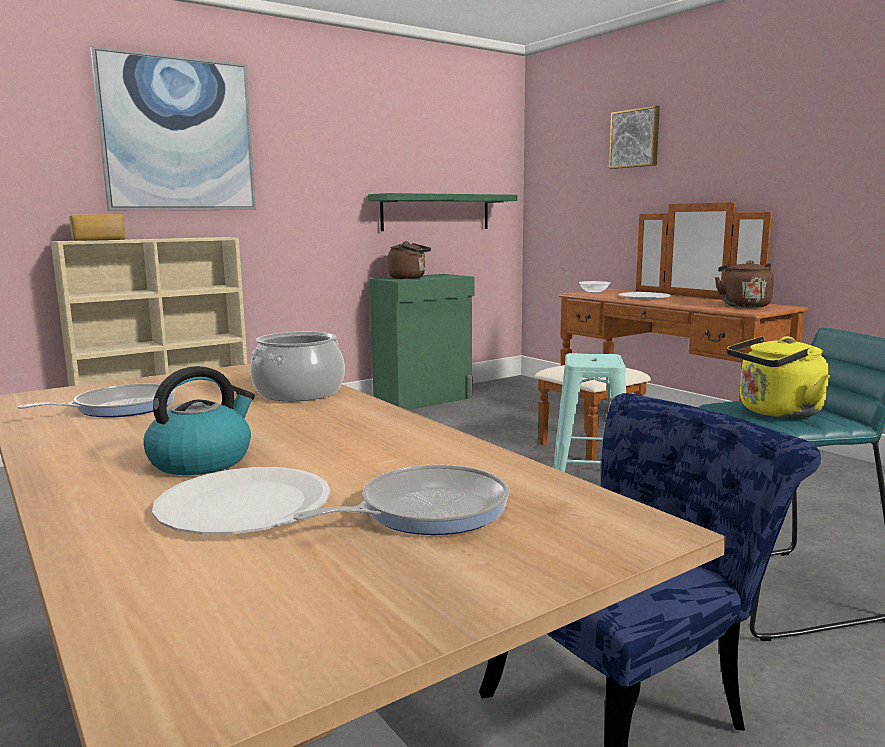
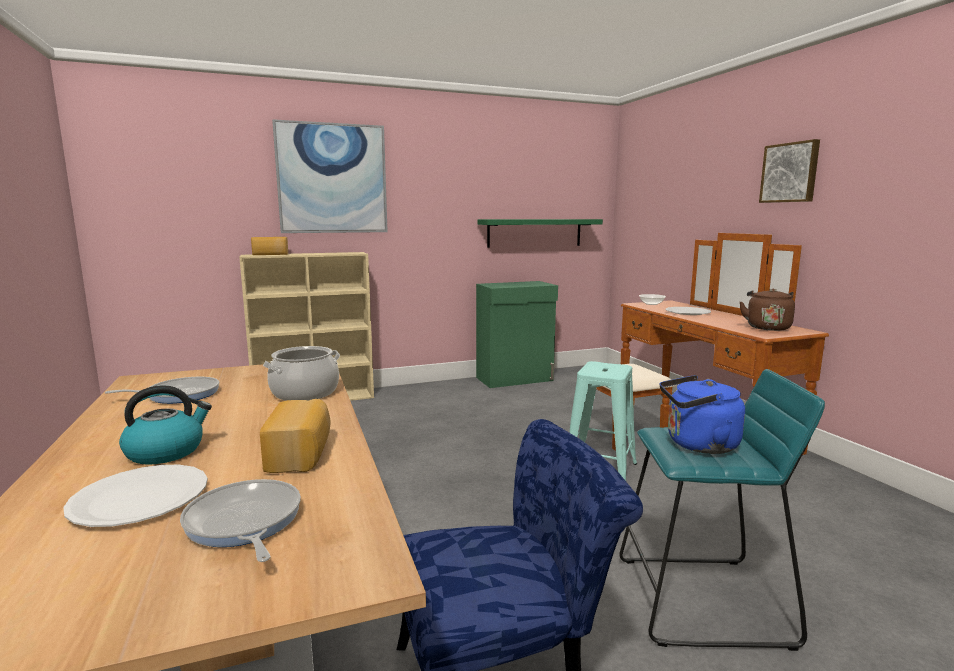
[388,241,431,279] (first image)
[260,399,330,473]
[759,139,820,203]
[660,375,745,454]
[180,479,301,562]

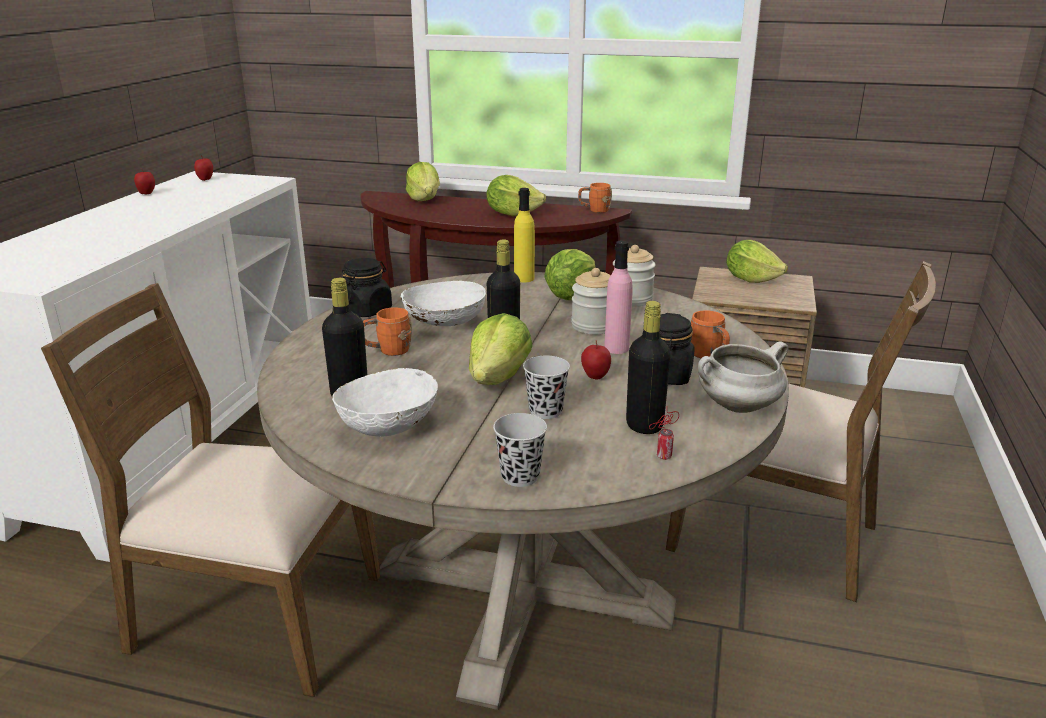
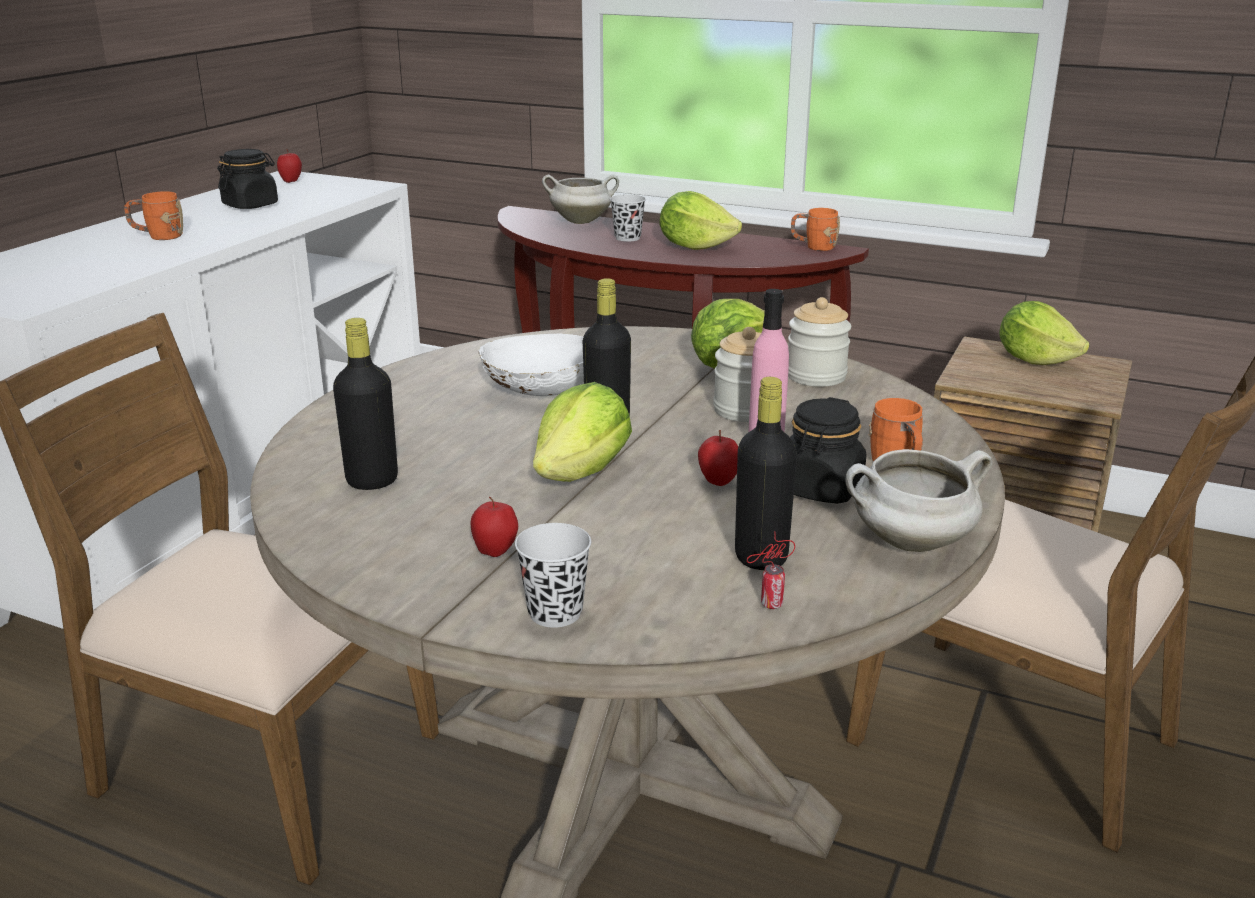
[332,368,438,437] (first image)
[514,188,535,282] (first image)
[471,497,518,557]
[217,149,278,209]
[124,191,183,240]
[610,194,646,242]
[542,175,619,224]

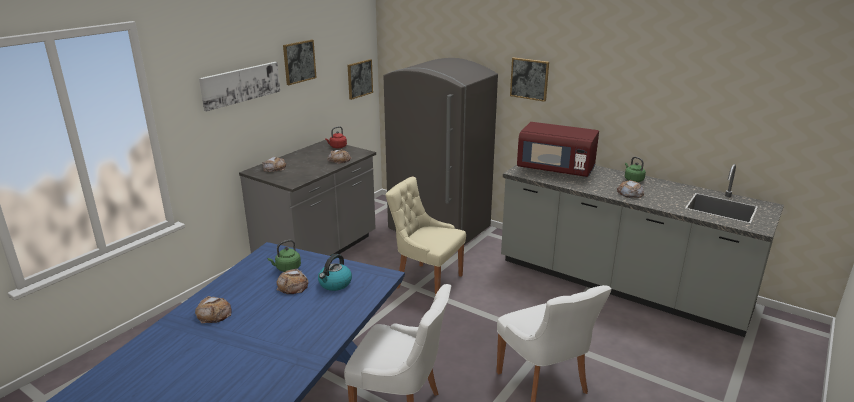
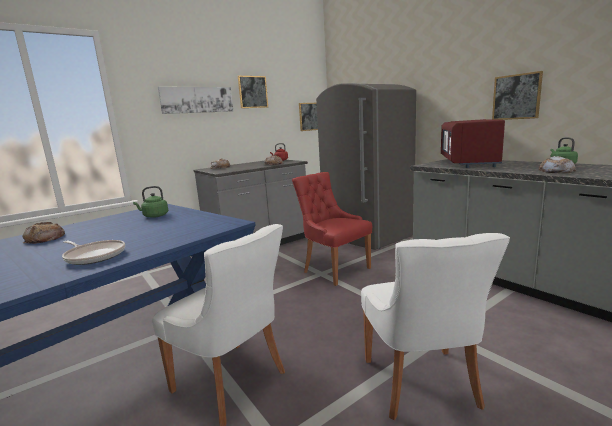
[277,269,308,294] (first image)
[318,254,352,291] (first image)
[62,240,125,265]
[492,71,543,120]
[292,172,372,286]
[441,119,505,168]

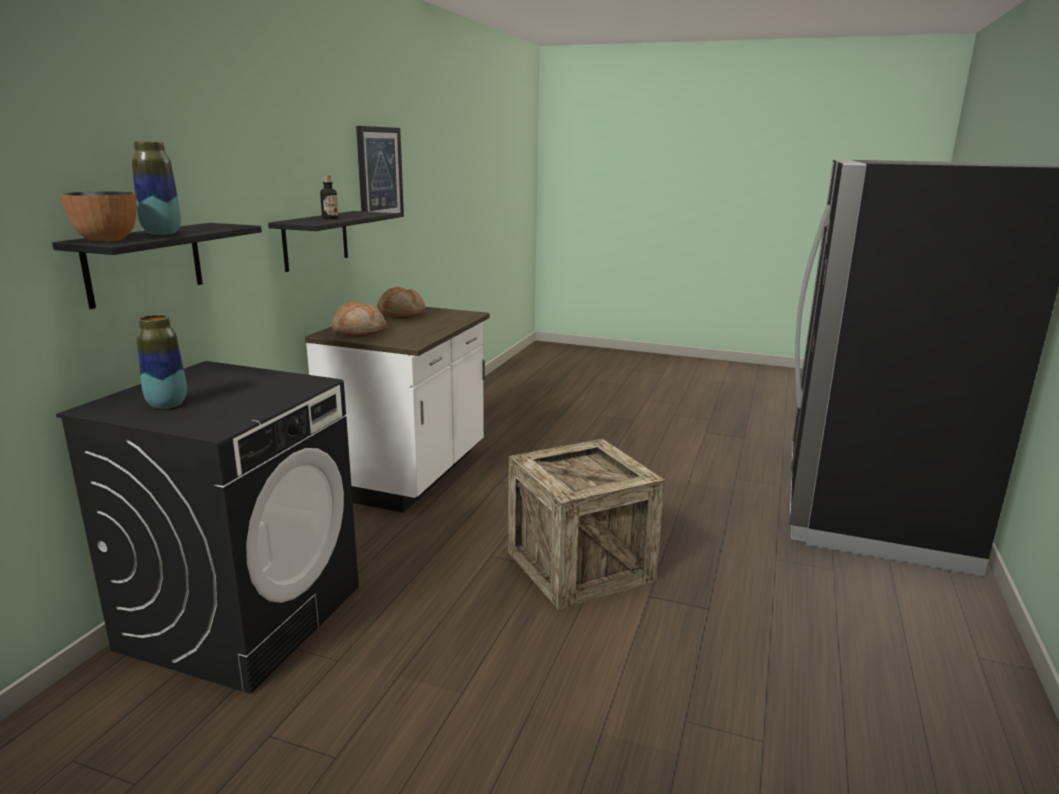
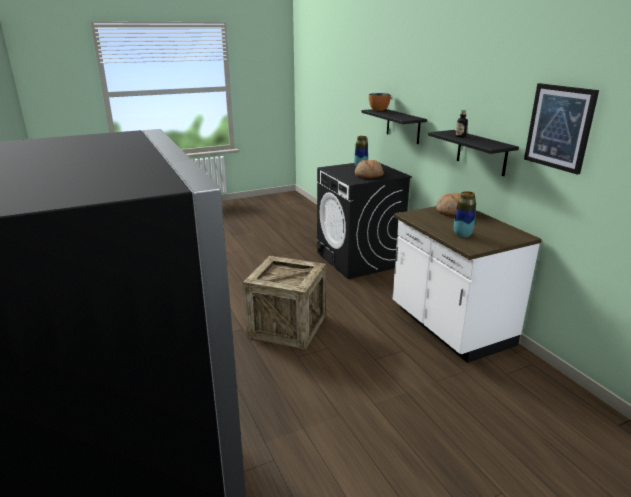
[454,191,476,237]
[355,160,384,178]

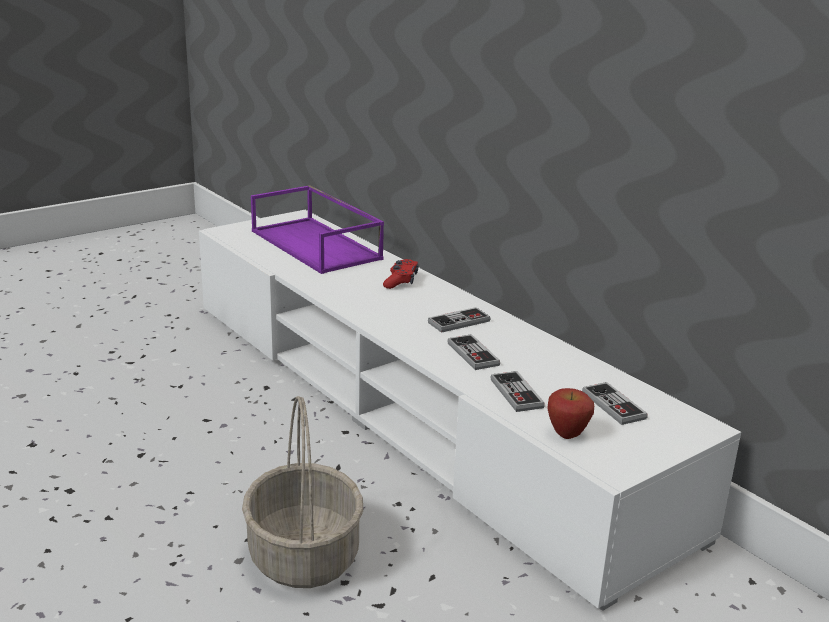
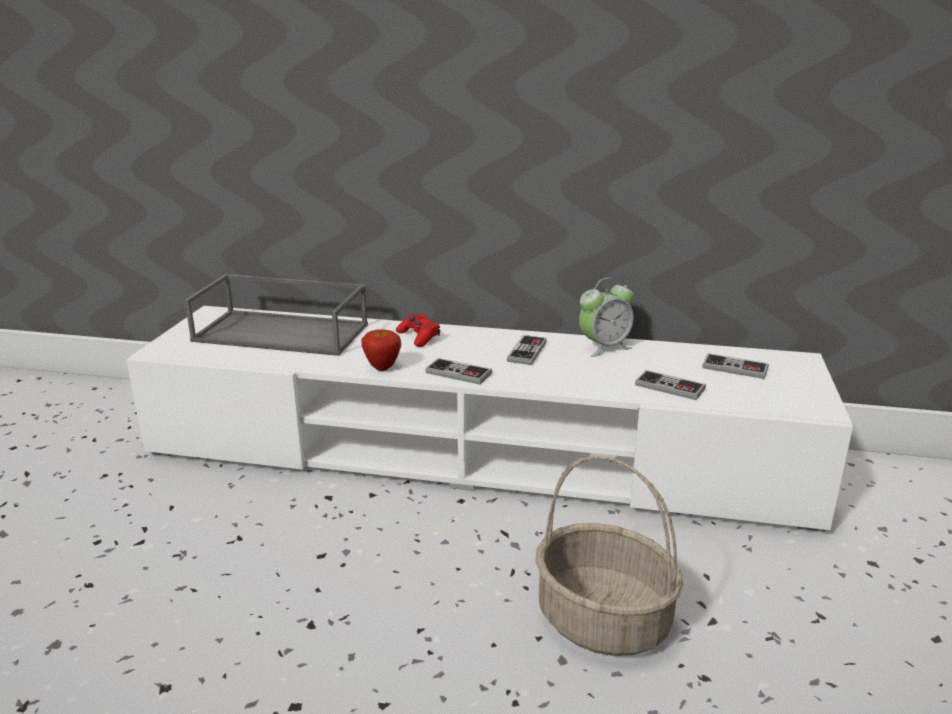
[579,278,634,357]
[425,358,492,385]
[362,329,401,371]
[185,274,368,356]

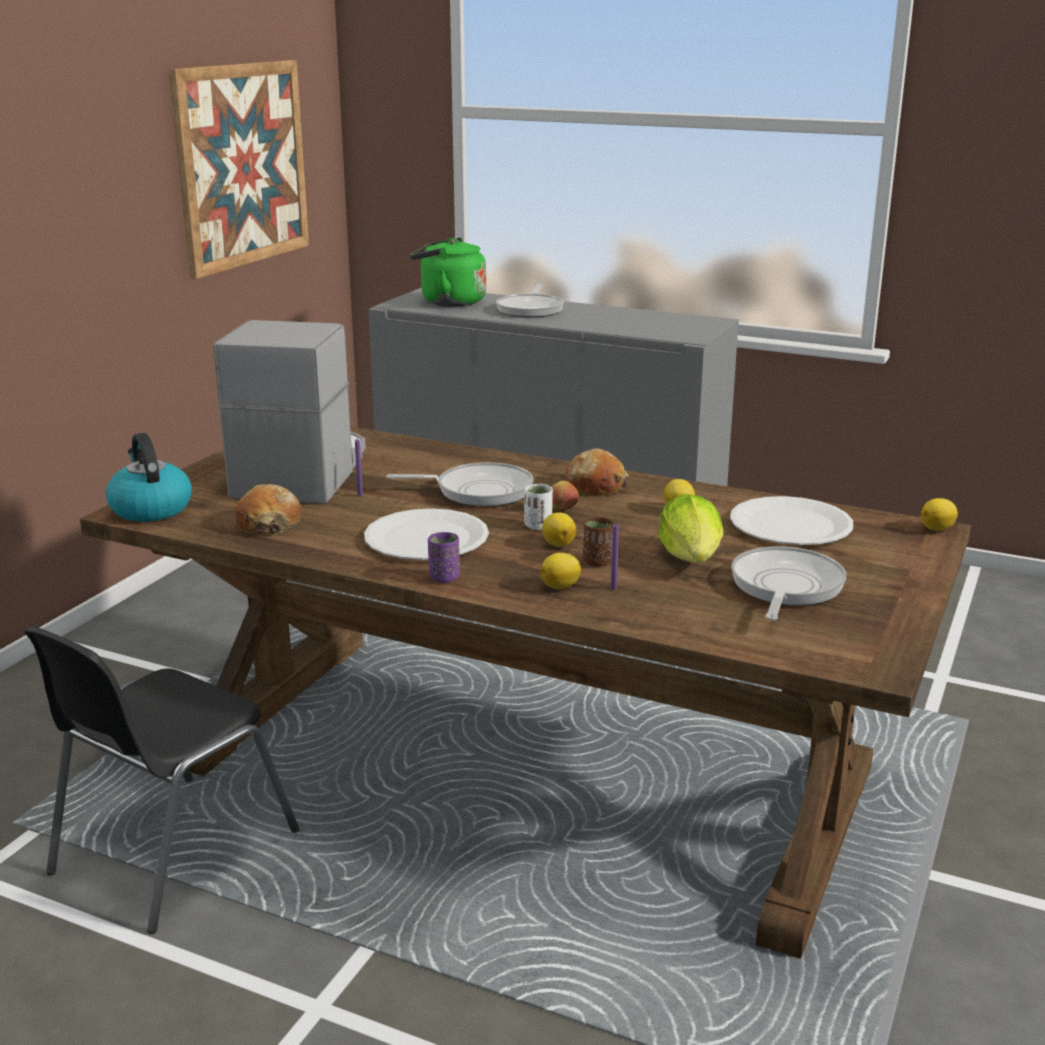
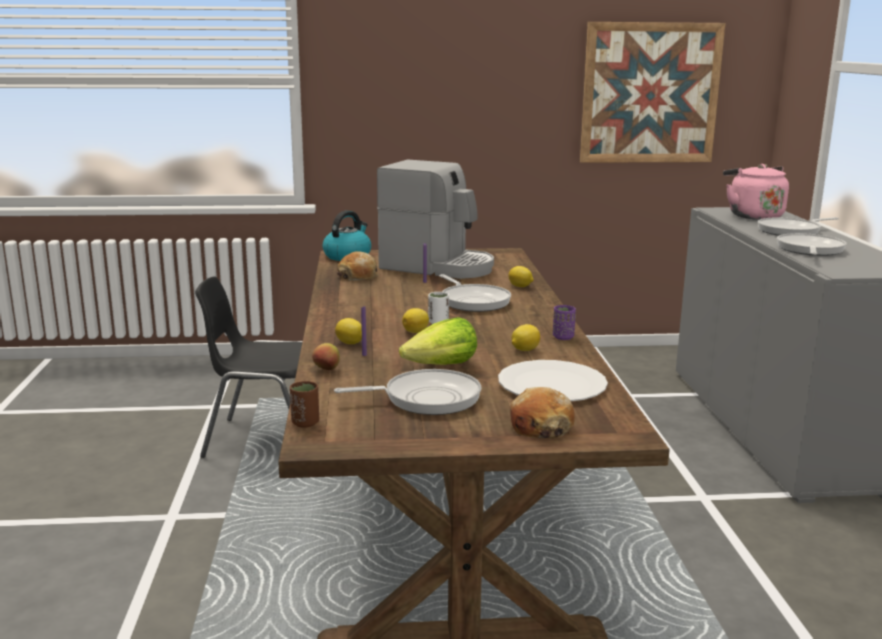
[364,508,489,560] (first image)
[777,233,846,256]
[553,305,576,340]
[312,343,340,370]
[510,387,575,438]
[290,381,319,428]
[508,266,534,287]
[723,164,789,220]
[377,160,494,279]

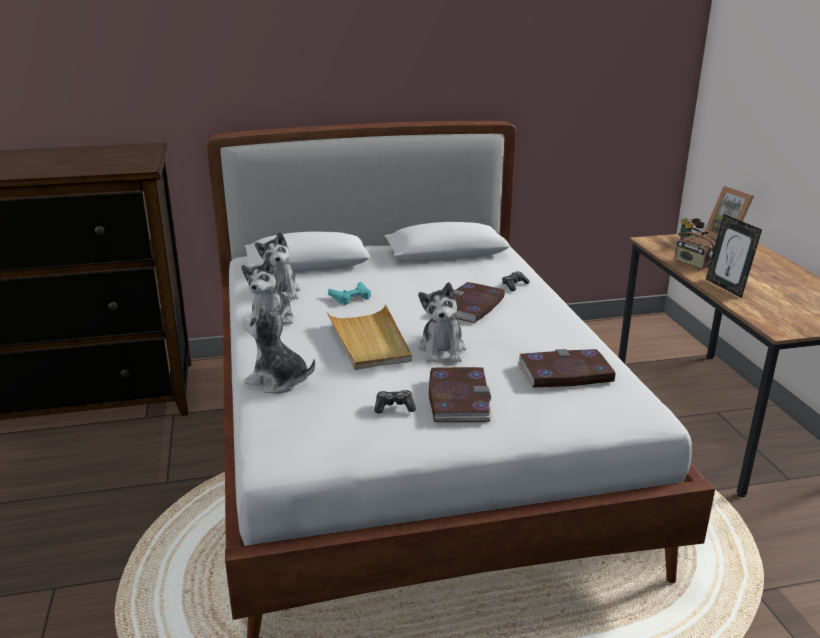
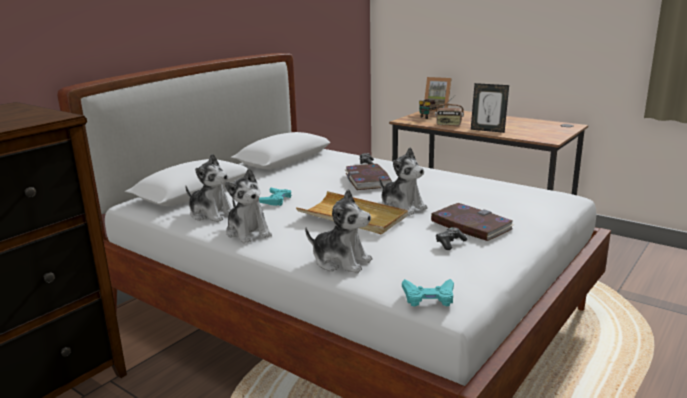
[517,349,616,388] (first image)
[402,279,454,307]
[305,189,372,273]

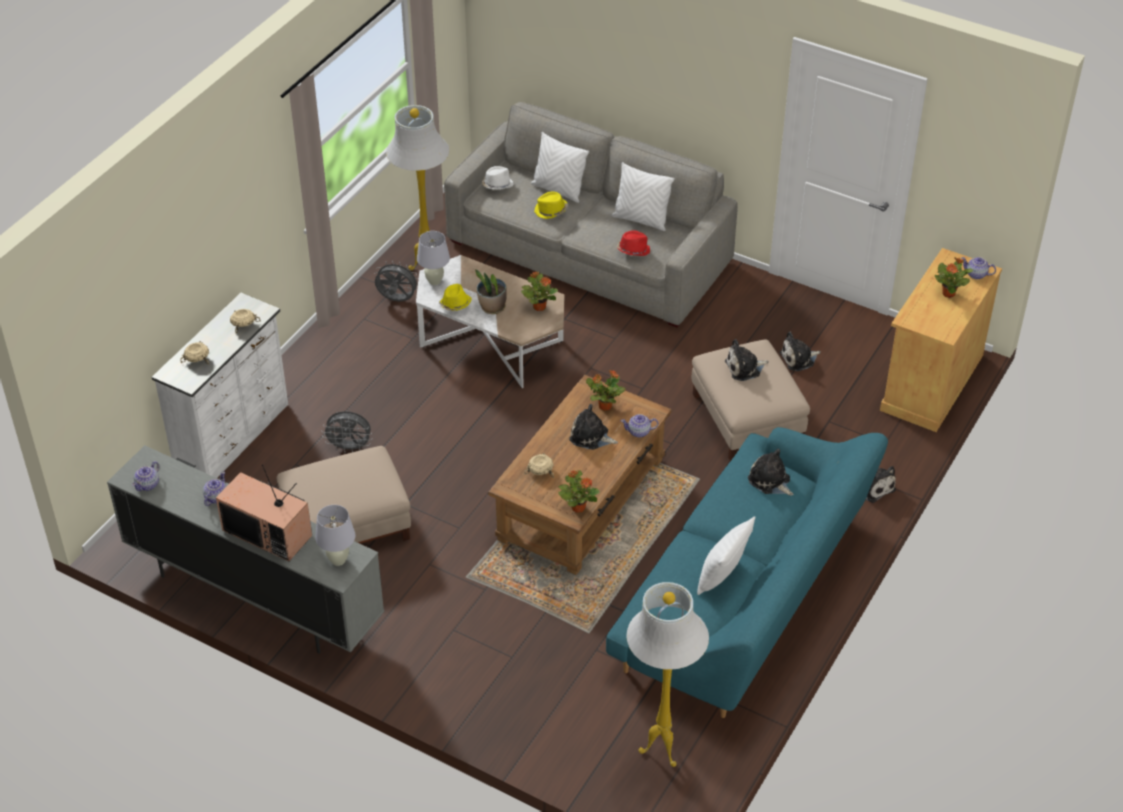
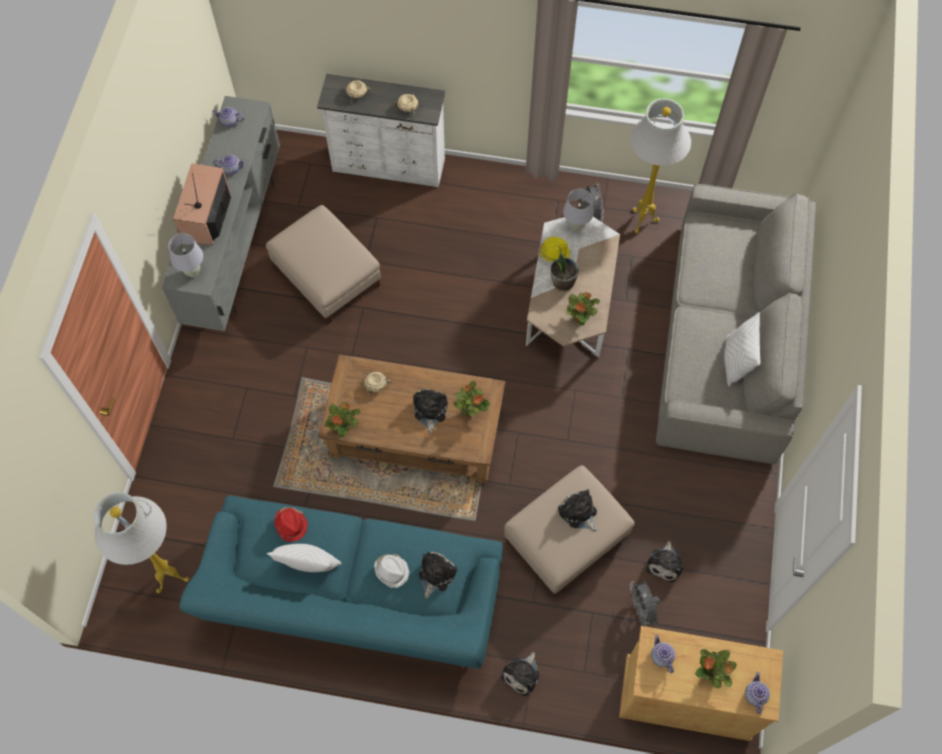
[531,132,589,203] (first image)
[534,191,568,219] (first image)
[630,581,660,626]
[374,554,409,588]
[274,507,308,542]
[651,634,675,673]
[646,541,683,583]

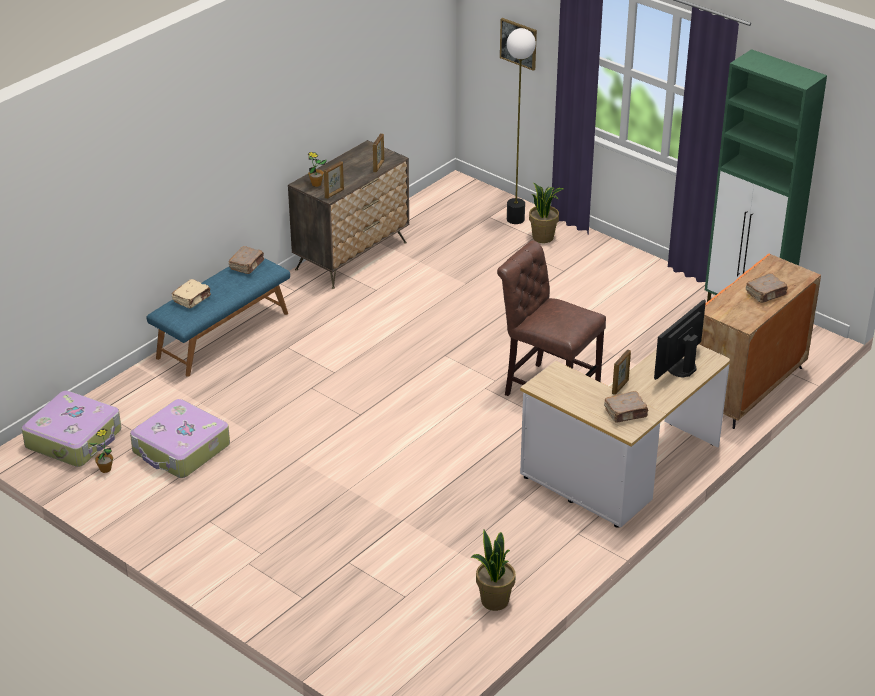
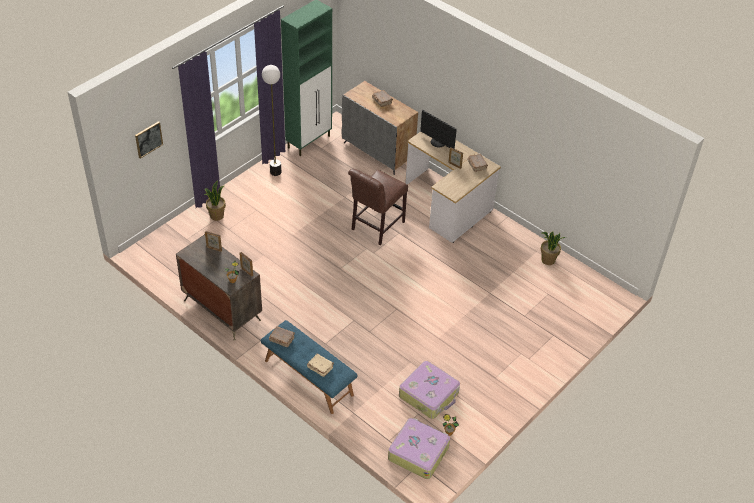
[262,65,281,176]
[342,81,418,175]

